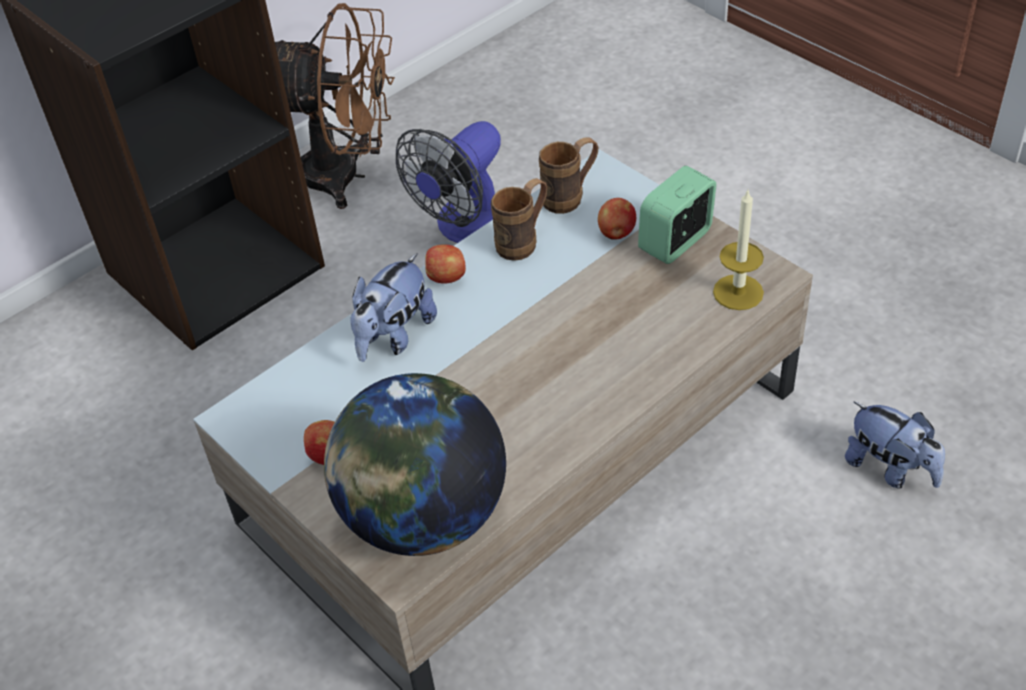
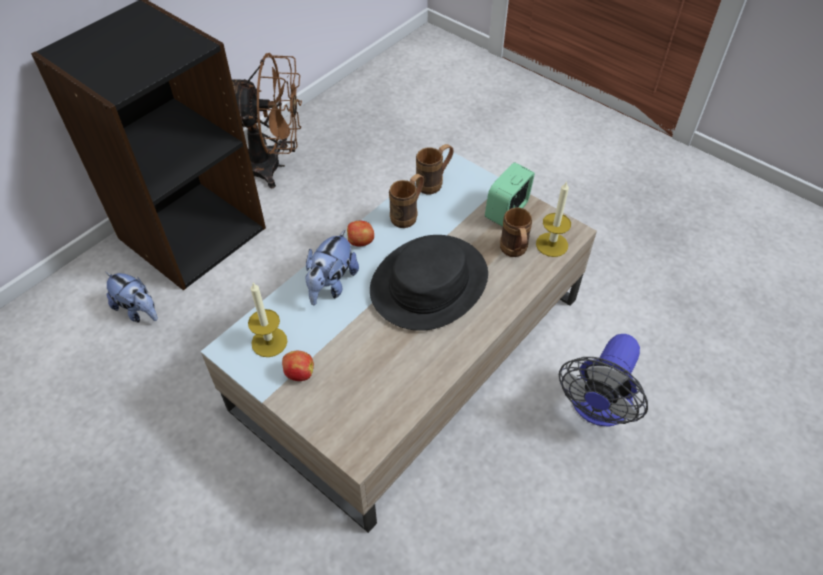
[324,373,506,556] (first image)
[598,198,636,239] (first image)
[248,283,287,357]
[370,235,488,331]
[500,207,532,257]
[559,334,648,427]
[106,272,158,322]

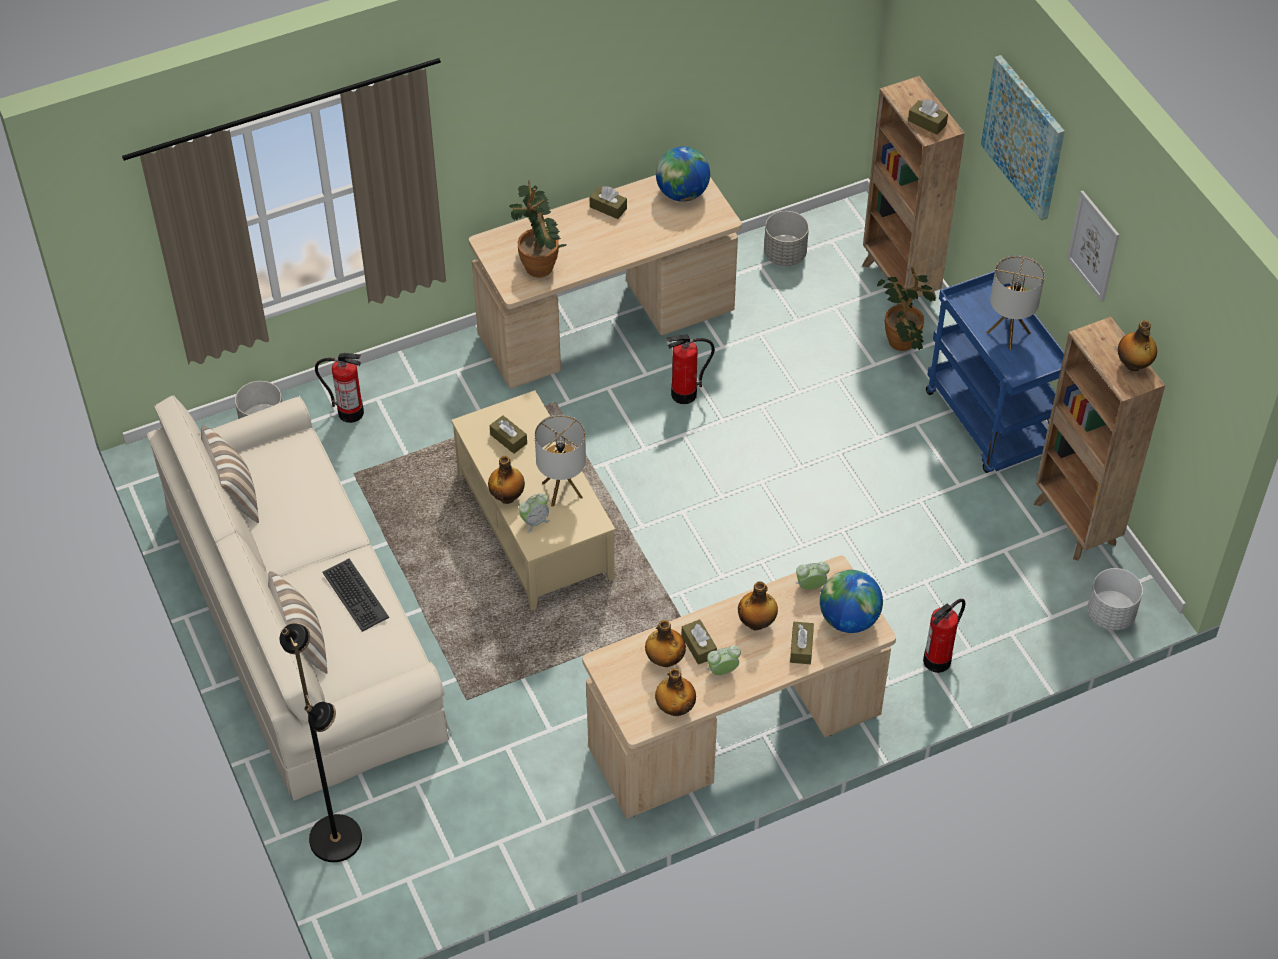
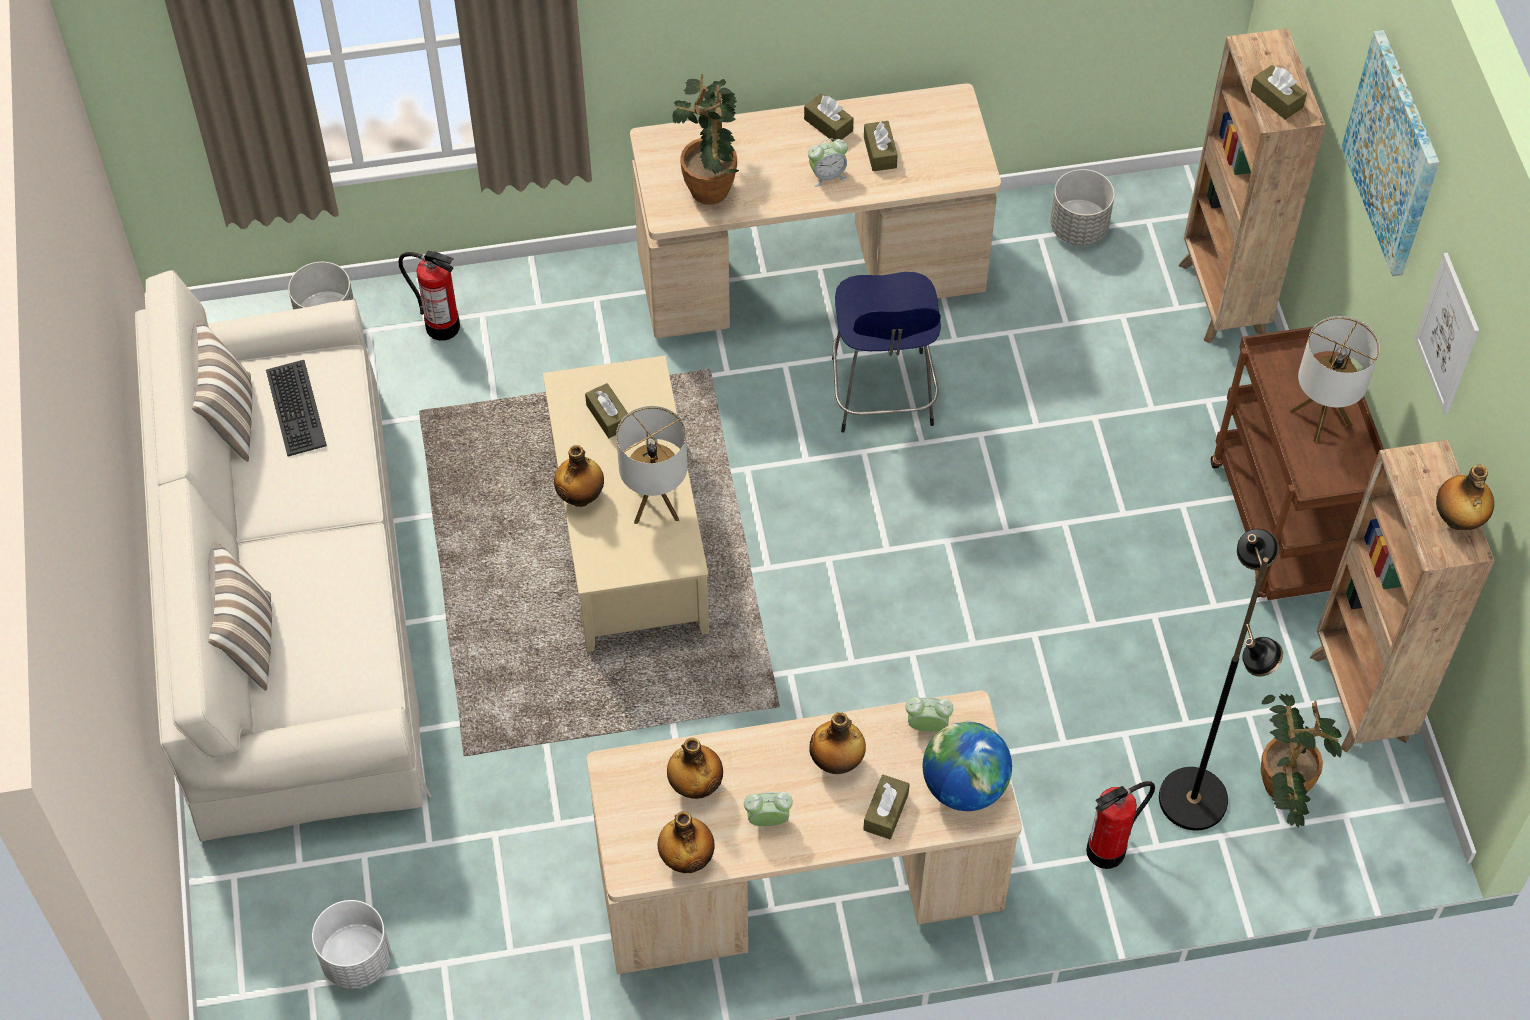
[656,147,710,202] (first image)
[1159,529,1283,831]
[266,360,327,456]
[808,138,848,187]
[864,121,898,171]
[1261,694,1342,827]
[312,900,391,989]
[832,272,941,433]
[1211,326,1384,600]

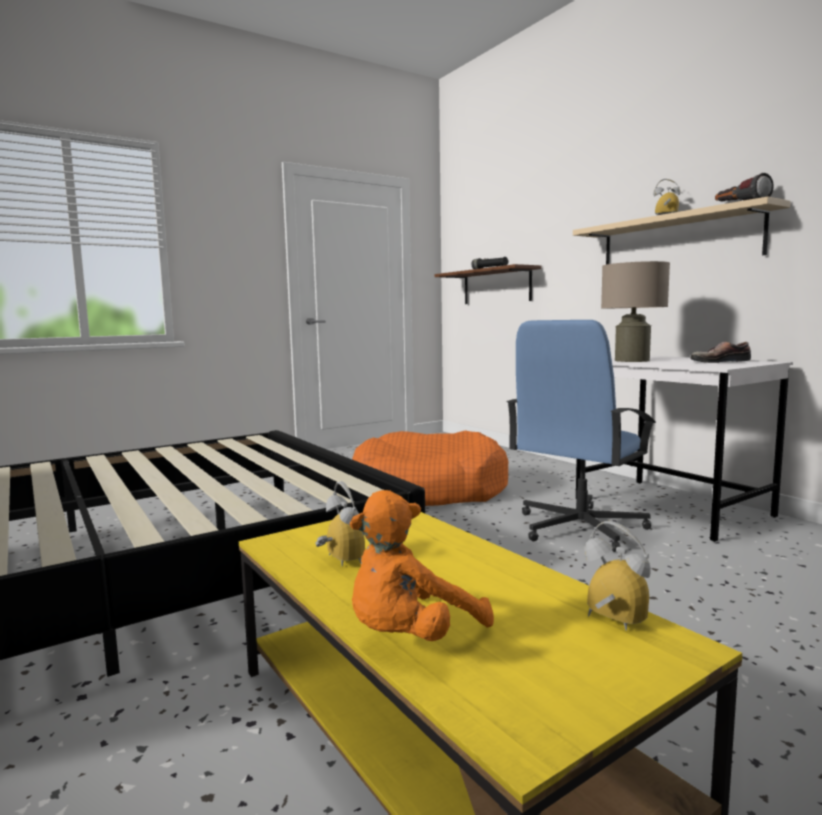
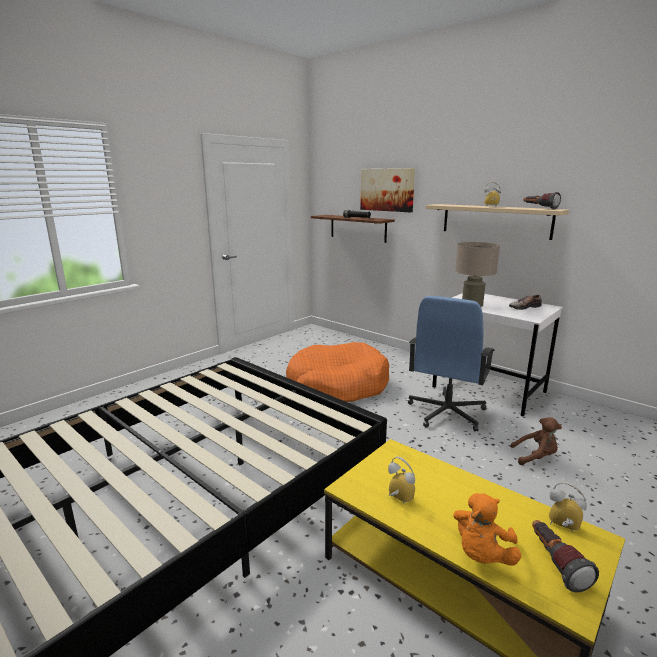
[360,168,415,212]
[510,417,562,465]
[532,520,599,592]

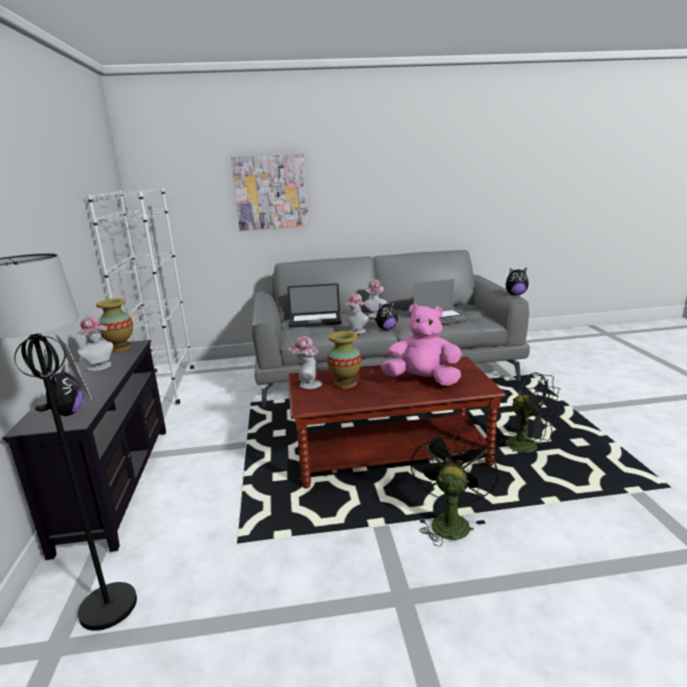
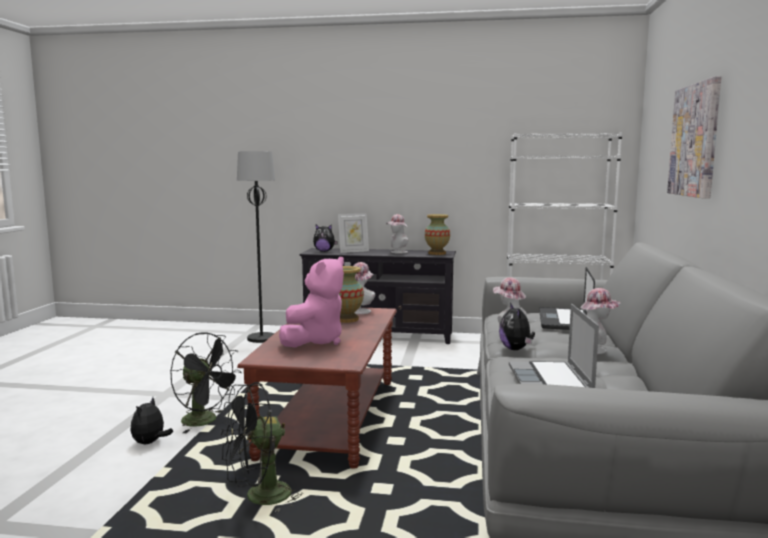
[130,397,173,444]

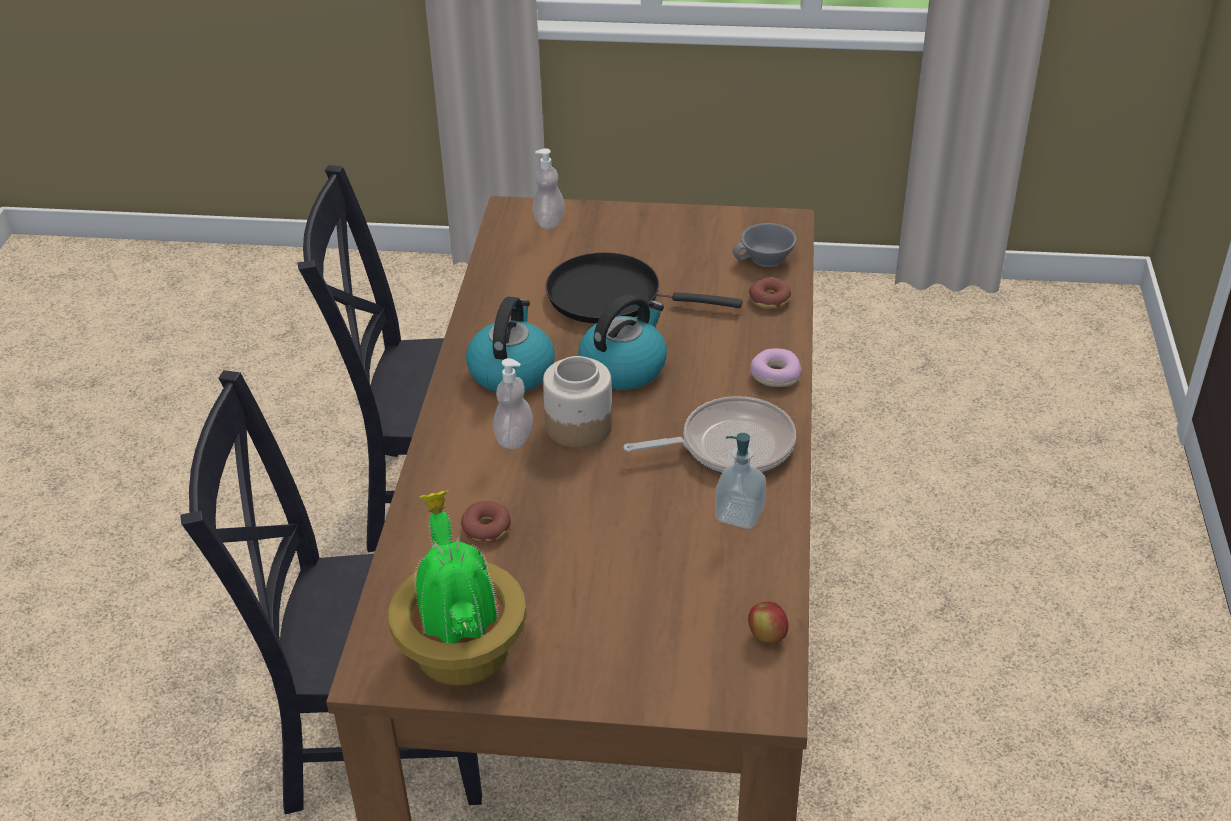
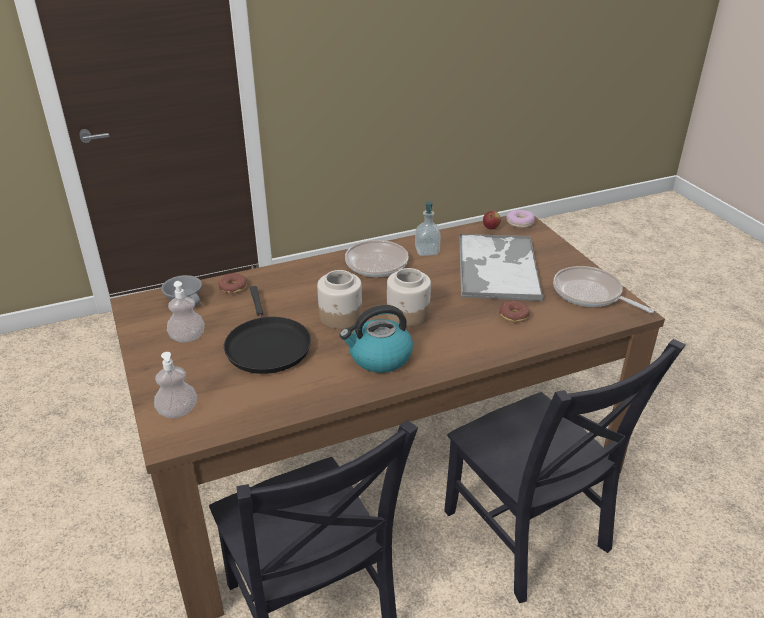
[459,234,543,301]
[167,281,205,342]
[506,210,535,228]
[553,266,654,313]
[317,270,362,329]

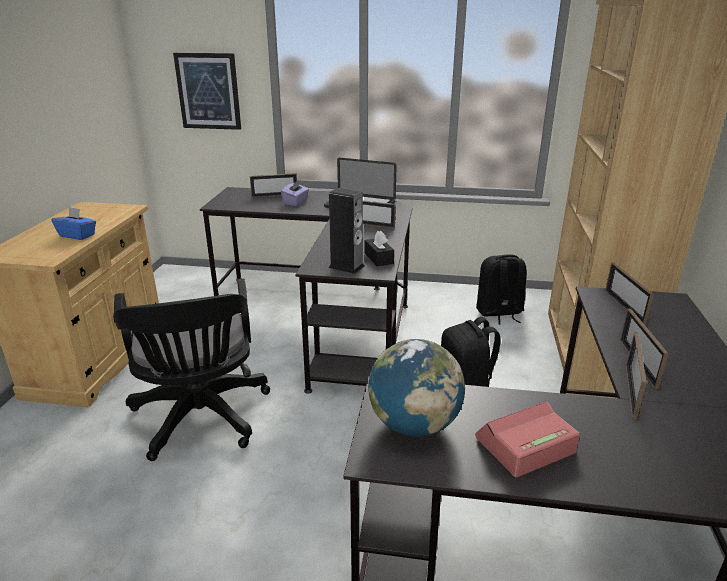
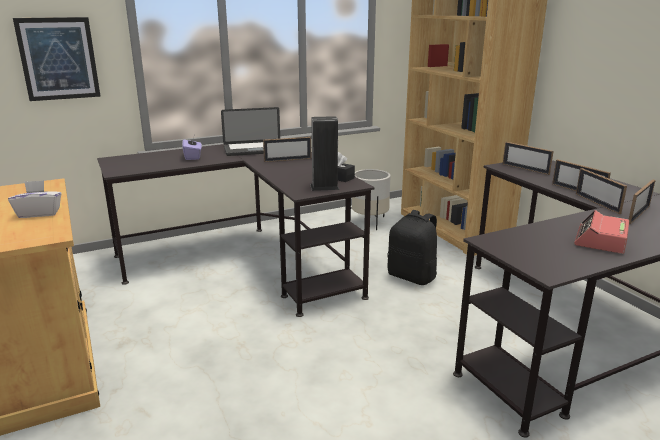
[113,279,270,461] (first image)
[368,339,465,437] (first image)
[628,179,656,224]
[350,169,391,230]
[8,180,62,218]

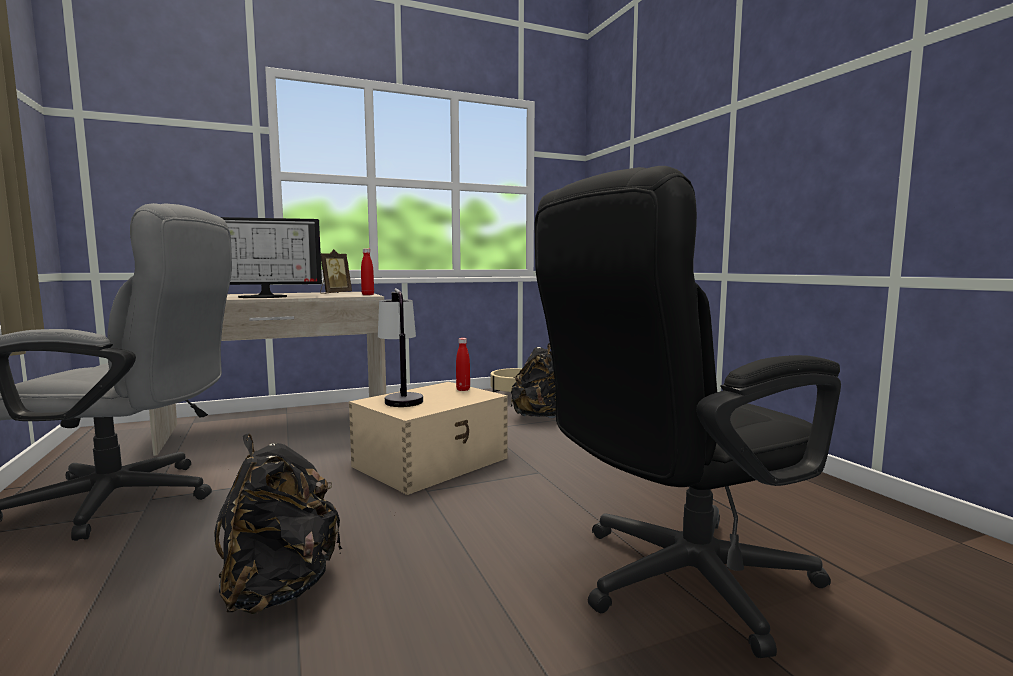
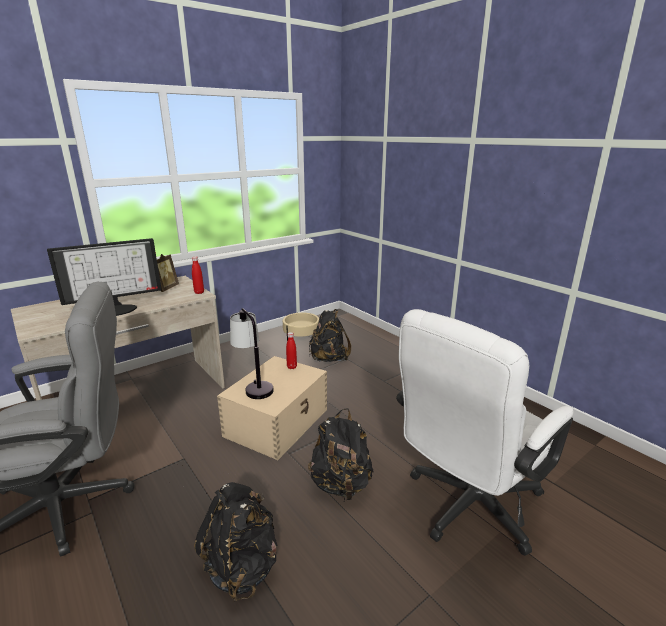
[308,408,374,501]
[396,309,573,556]

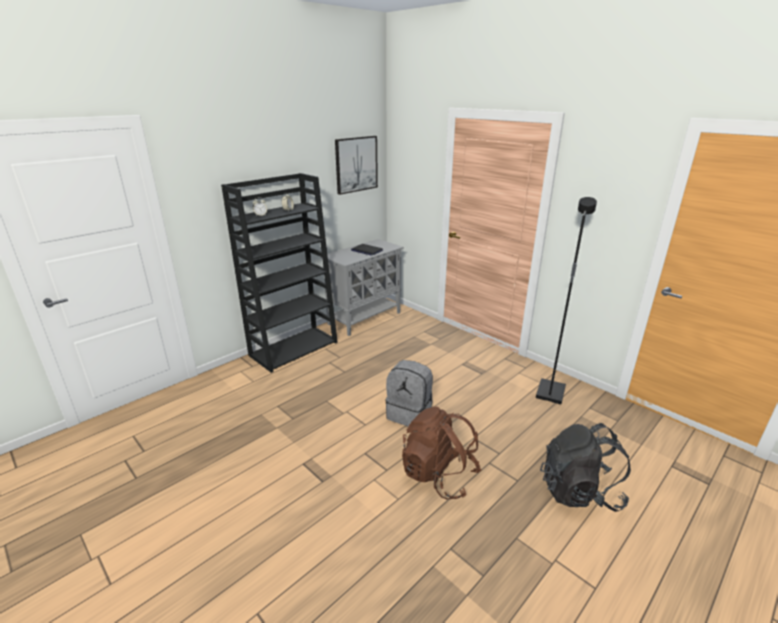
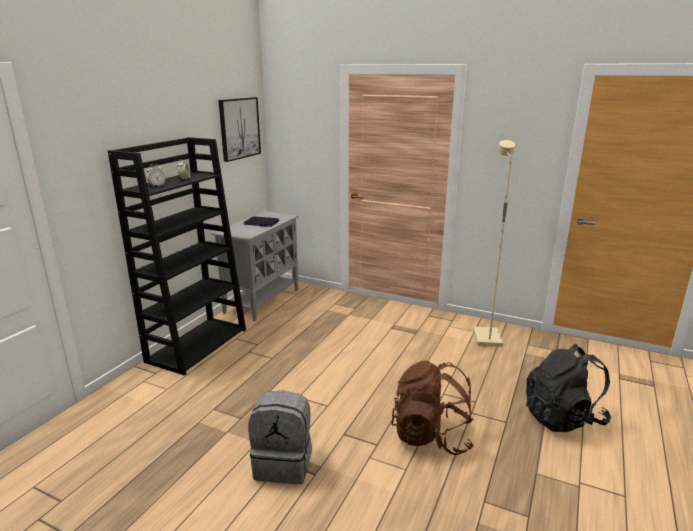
[248,391,312,484]
[473,140,515,347]

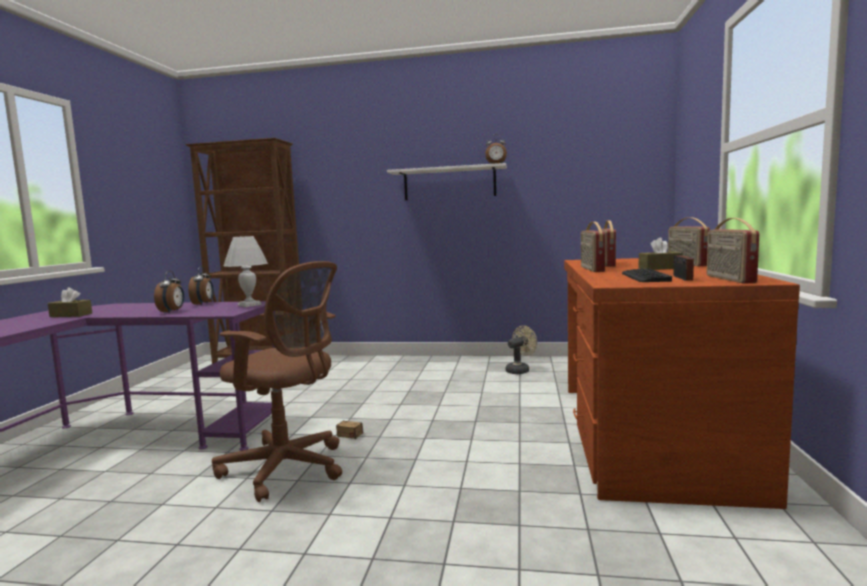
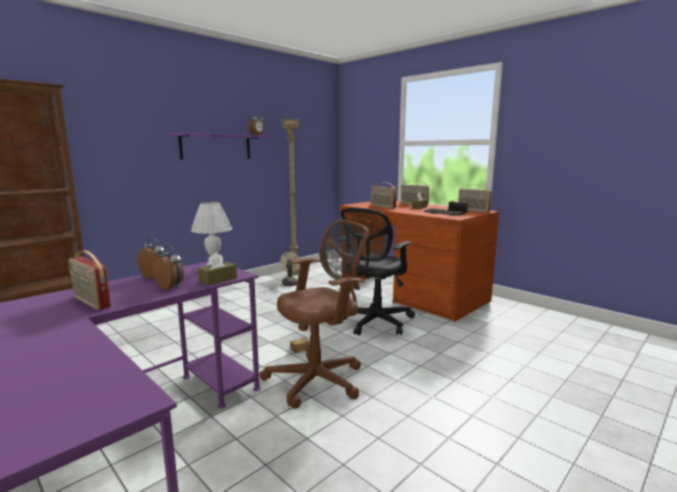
[281,119,300,275]
[339,208,415,335]
[198,252,237,286]
[68,251,111,310]
[169,133,268,159]

